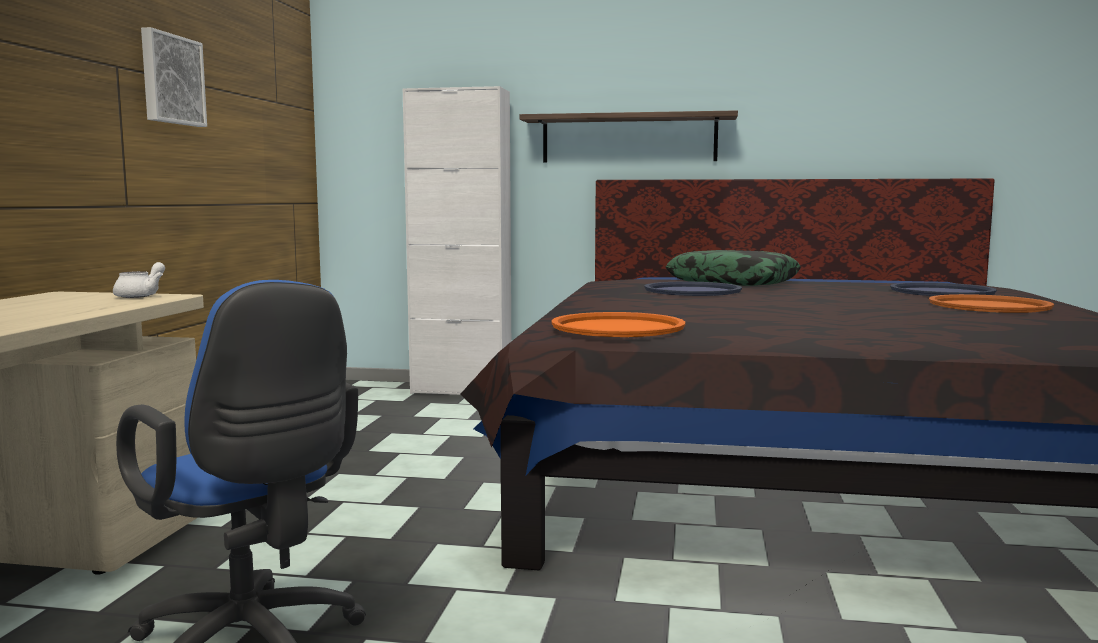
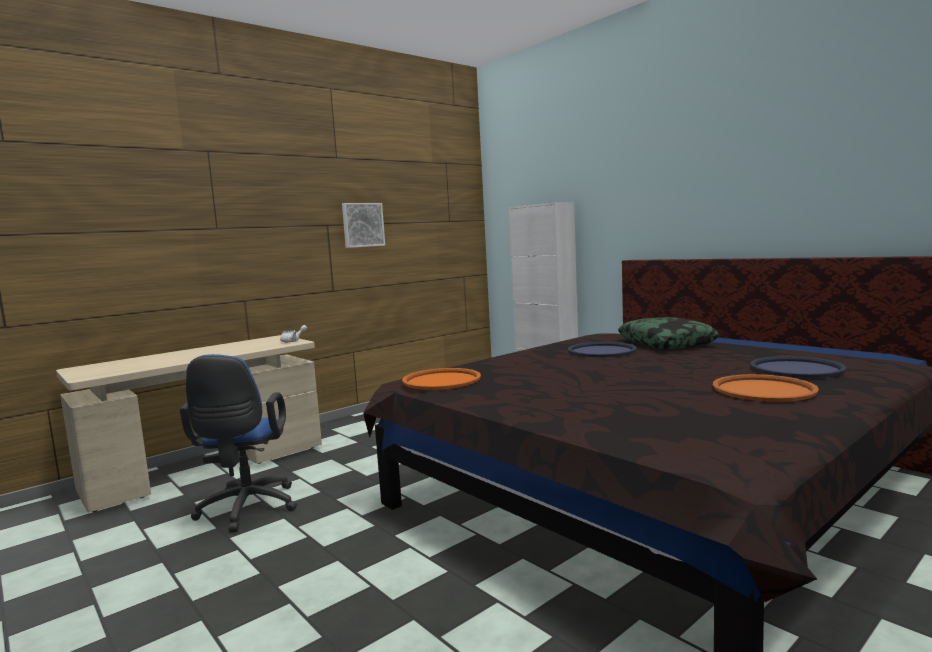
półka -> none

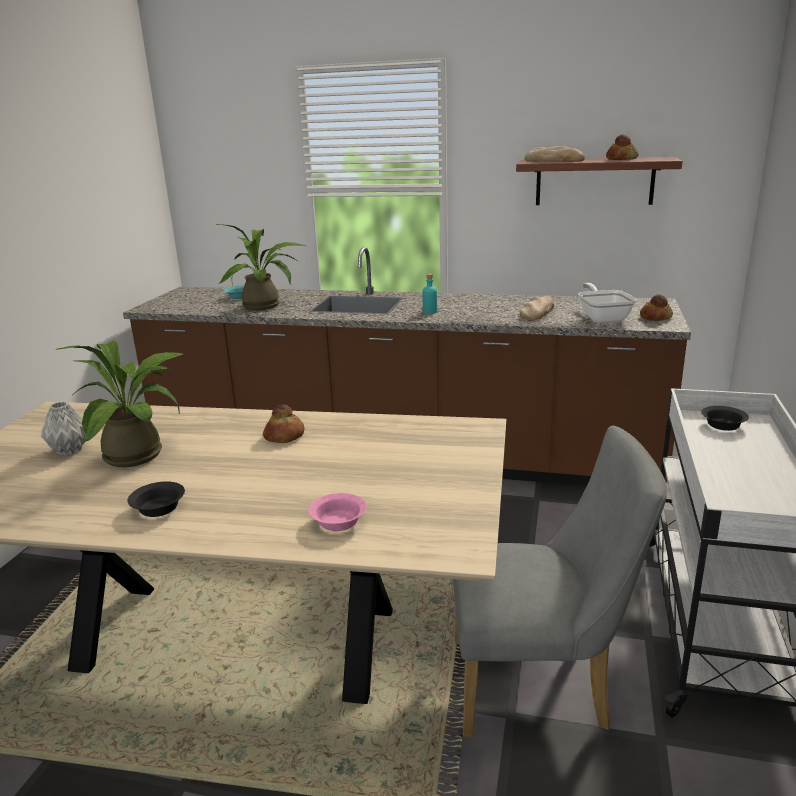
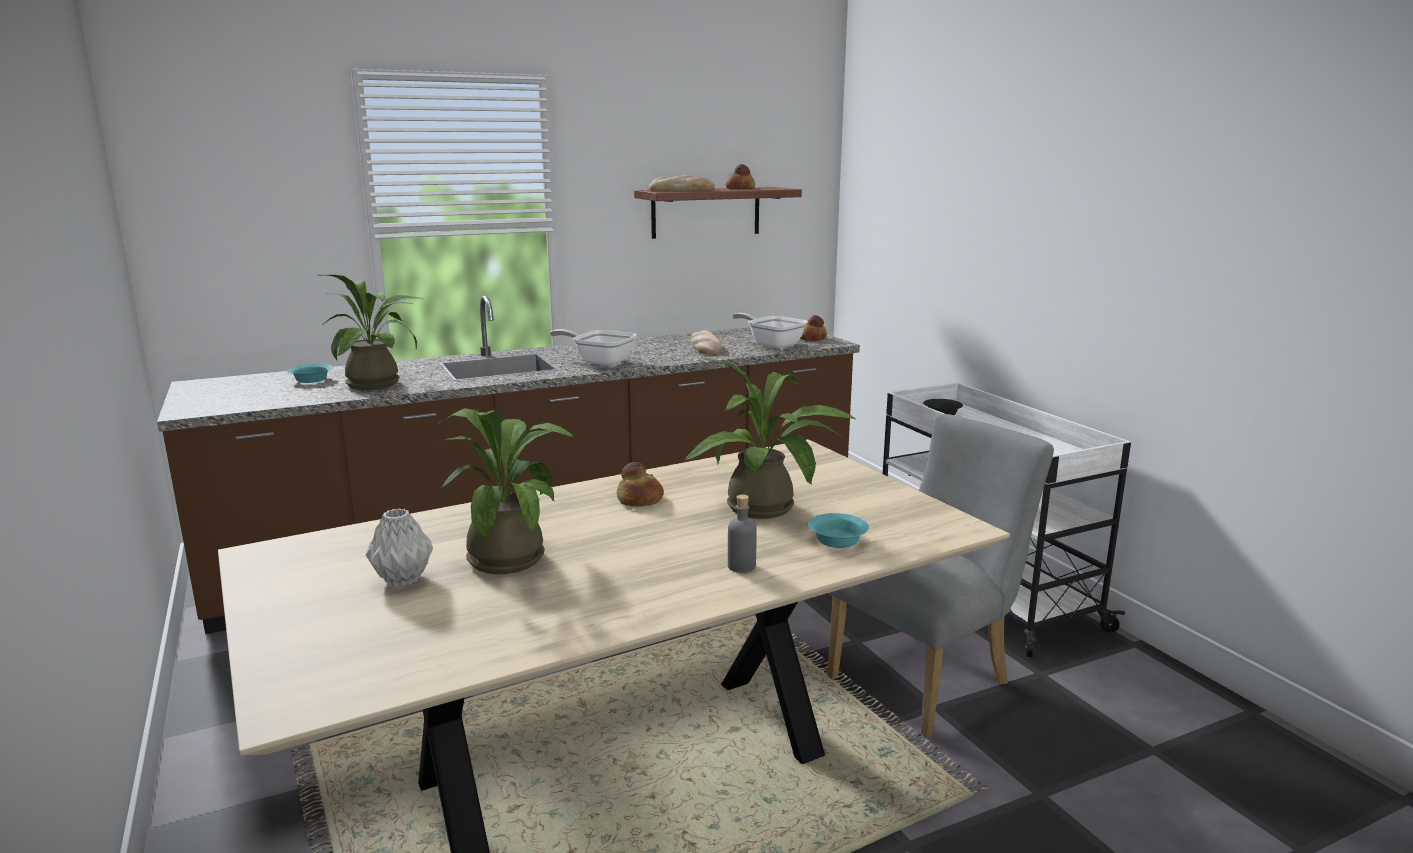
miska (czarny) (no. 1 from left) -> none
miska (różowy) -> miska (turkusowy) (no. 2 from left)
butelka (turkusowy) -> patelnia (no. 1 from left)
none -> roślina doniczkowa (no. 3 from left)
none -> butelka (szary)

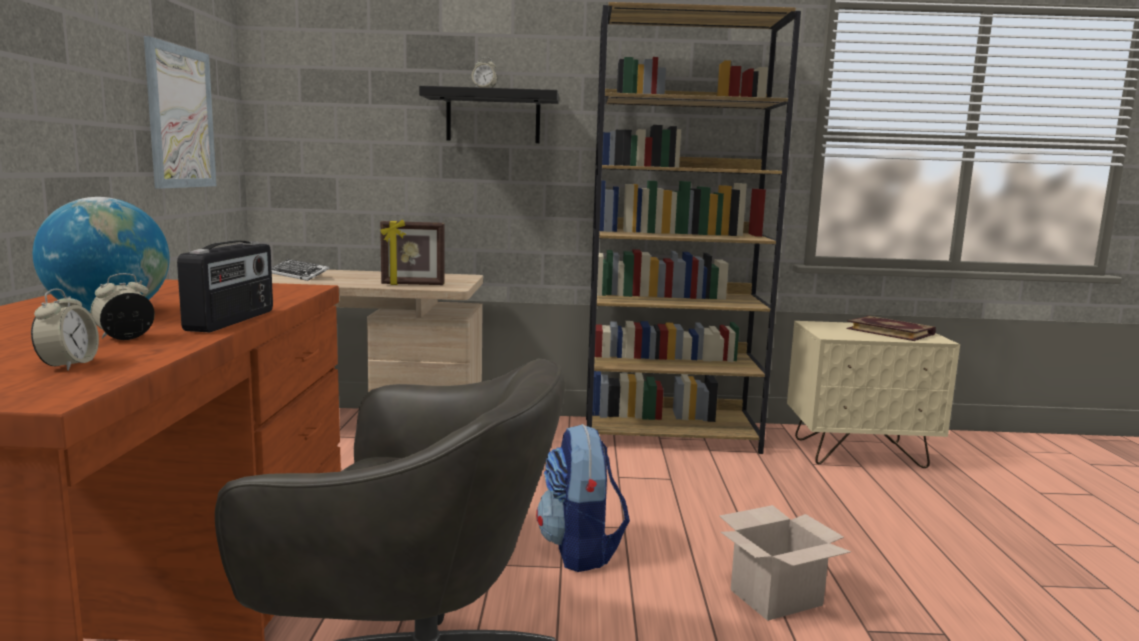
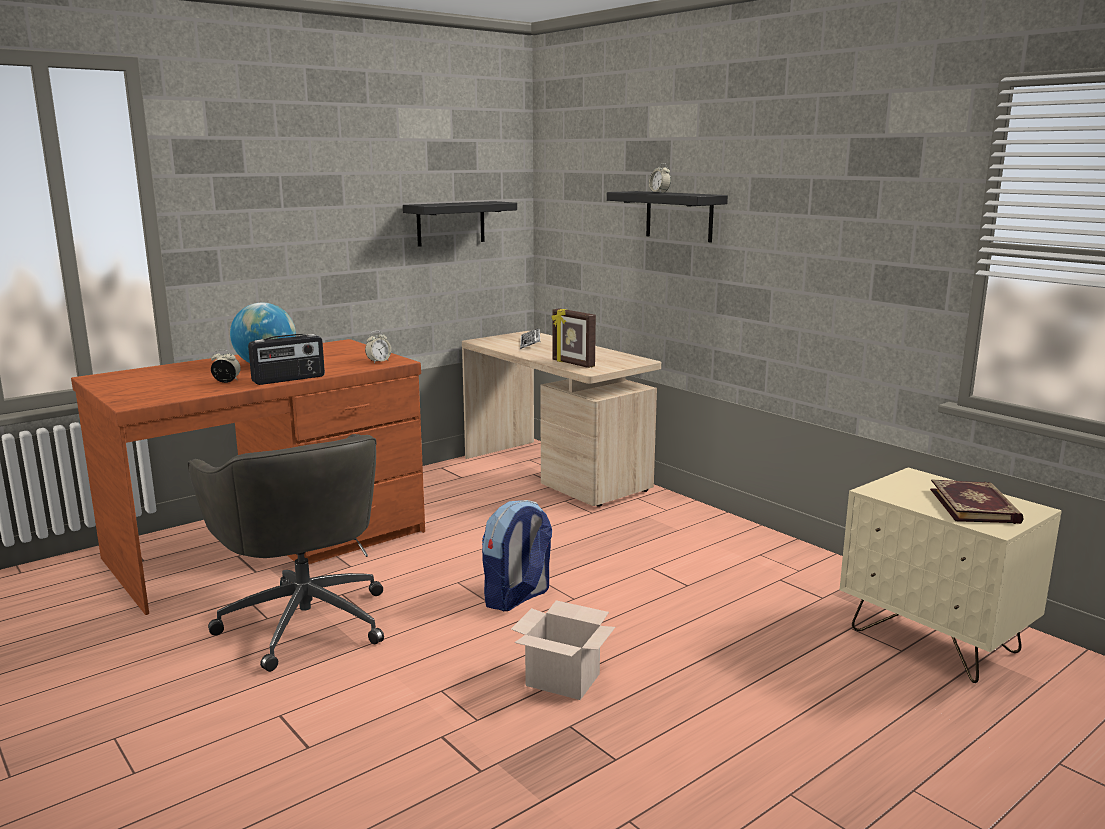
budzik (no. 1 from left in the first image) -> budzik (no. 2 from left), shifted
obraz -> półka (czarny) (no. 1 from left)
regał (brązowy) -> none

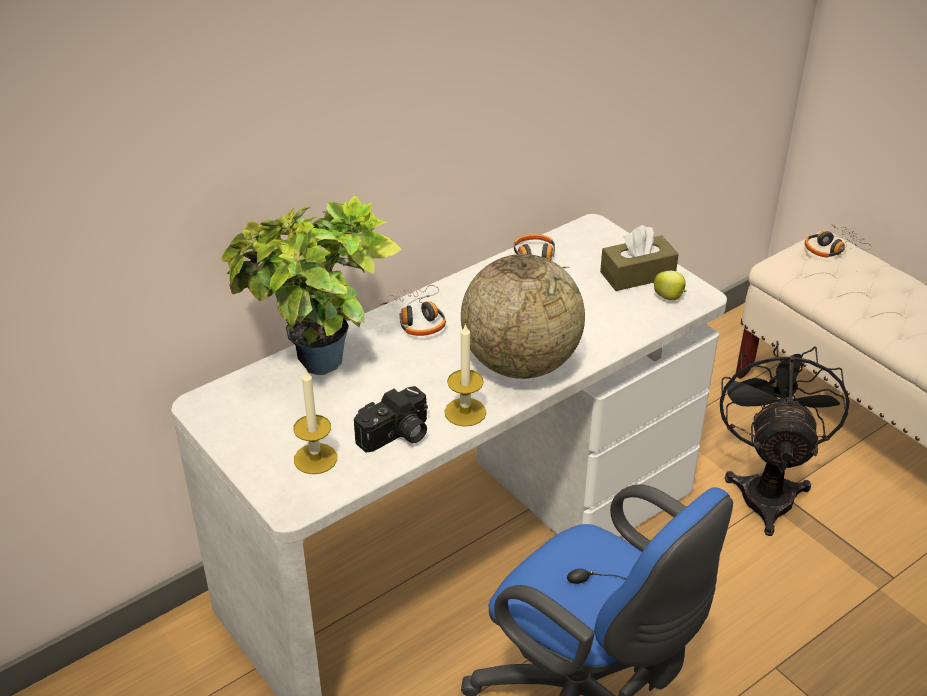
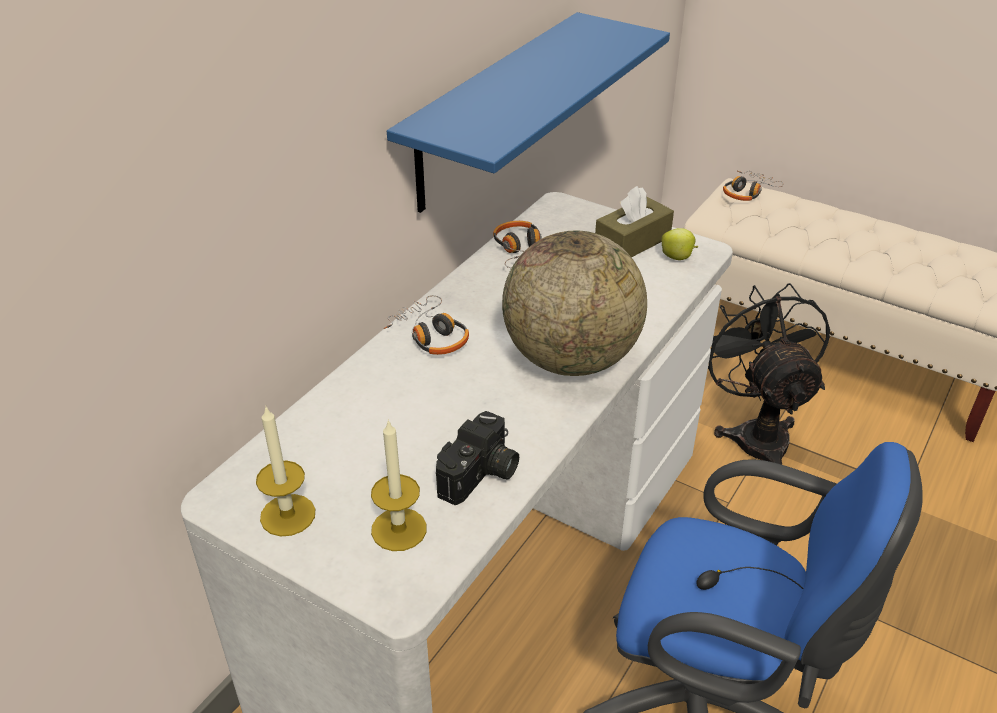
roślina doniczkowa -> none
świeca (no. 2 from left in the first image) -> świeca (no. 1 from left), shifted
none -> półka (niebieski)

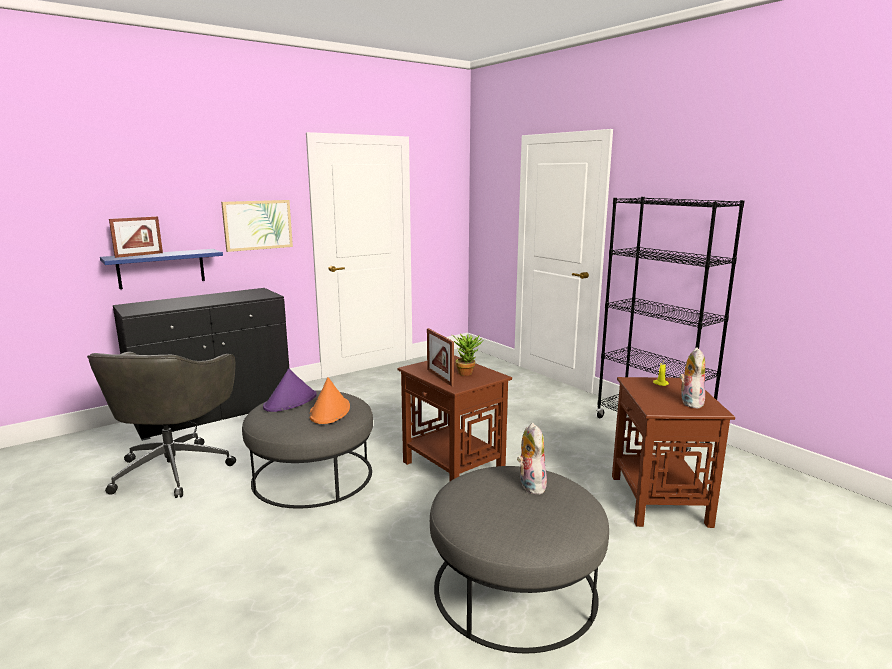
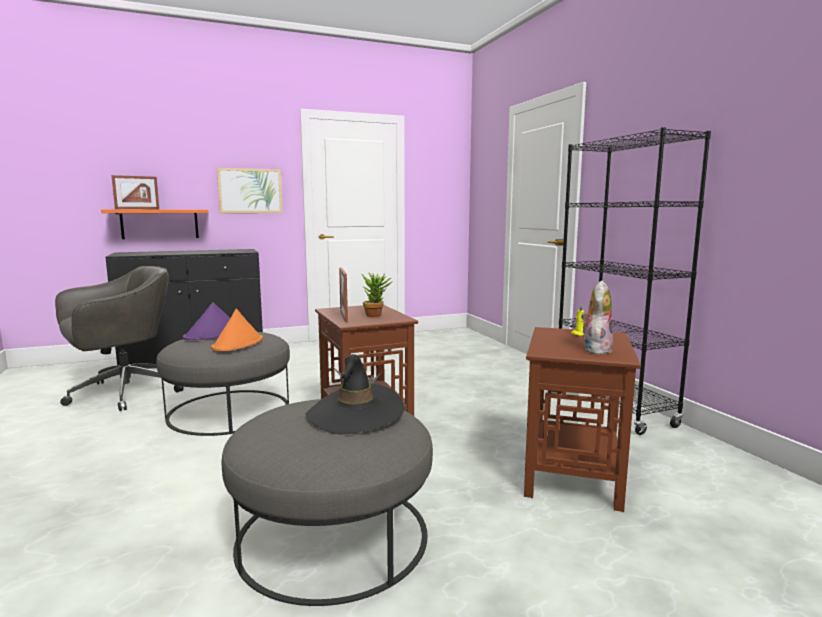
krzesło biurowe (szary), 150 degrees counterclockwise
półka (niebieski) -> półka (pomarańczowy)
pluszak (no. 1 from left) -> kapelusz (czarny)

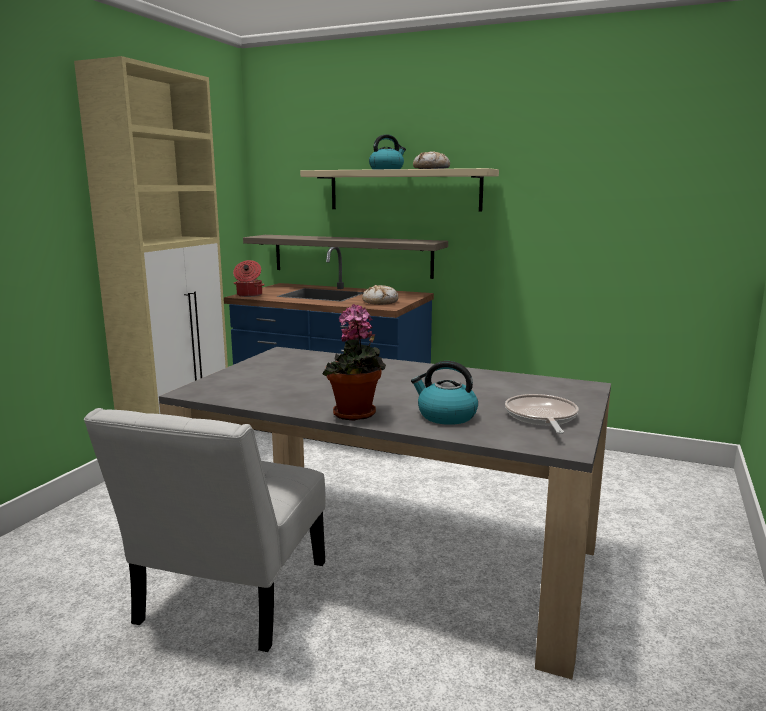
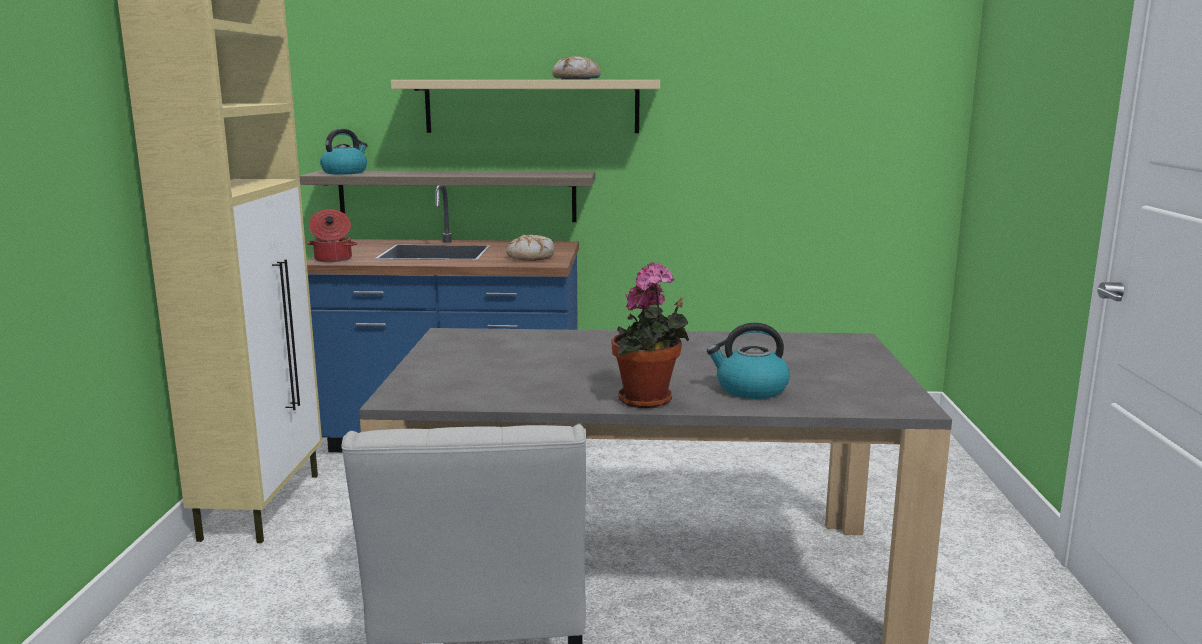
czajnik (no. 1 from left), shifted
patelnia -> none

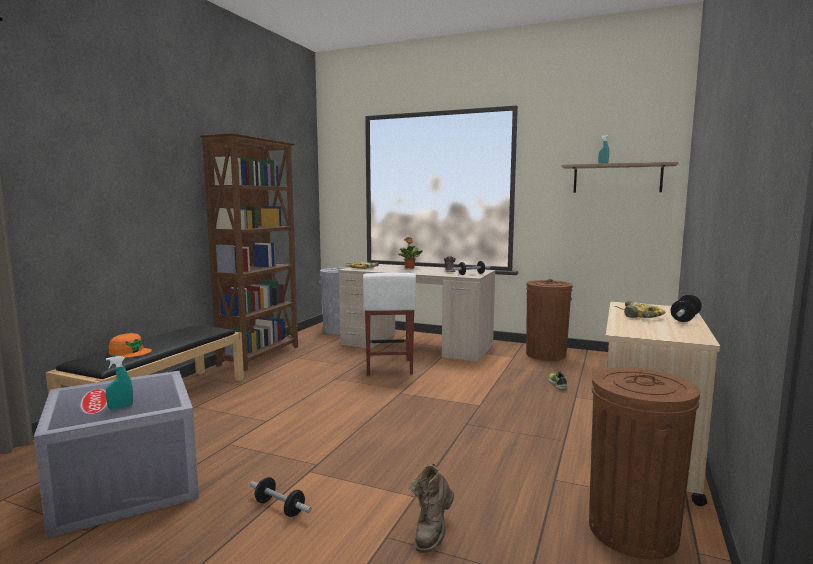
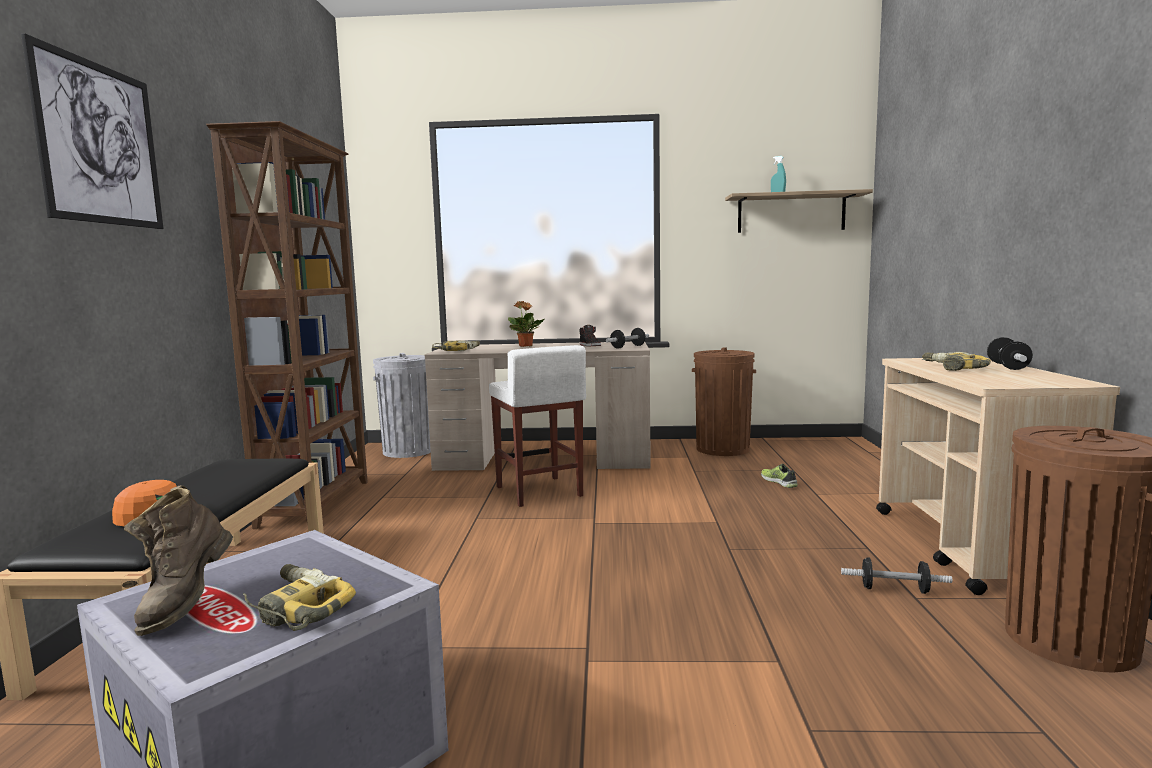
spryskiwacz (turkusowy) (no. 1 from left) -> wiertarka (no. 1 from left)
hantel (no. 1 from left in the first image) -> hantel (no. 2 from left), shifted
but z cholewką (brązowy), shifted
none -> obraz

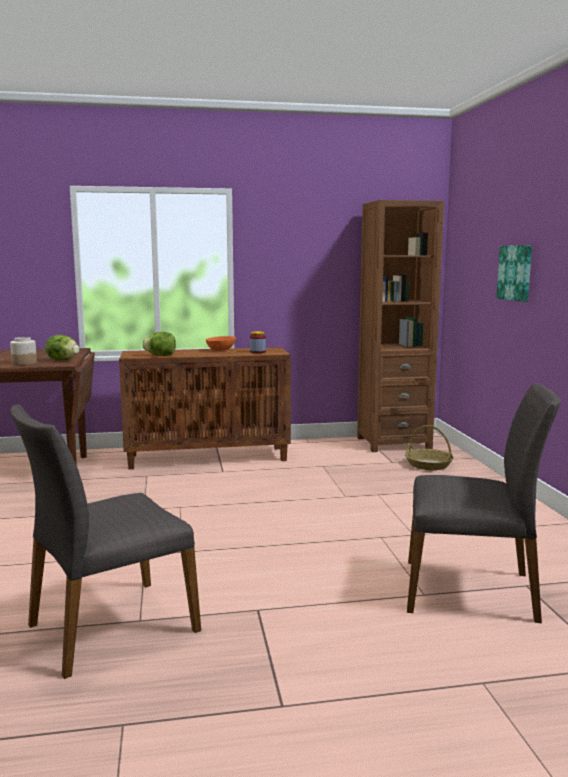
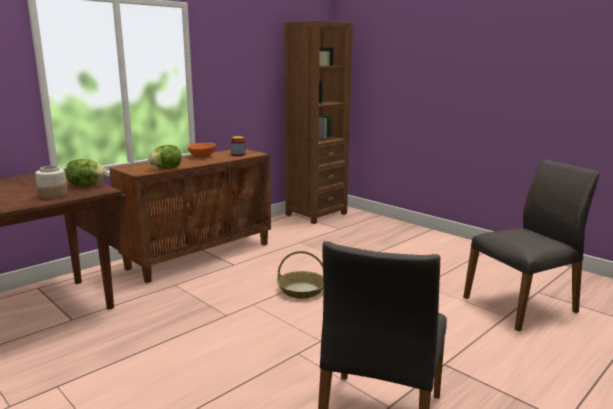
koszyk, shifted
obraz -> none

